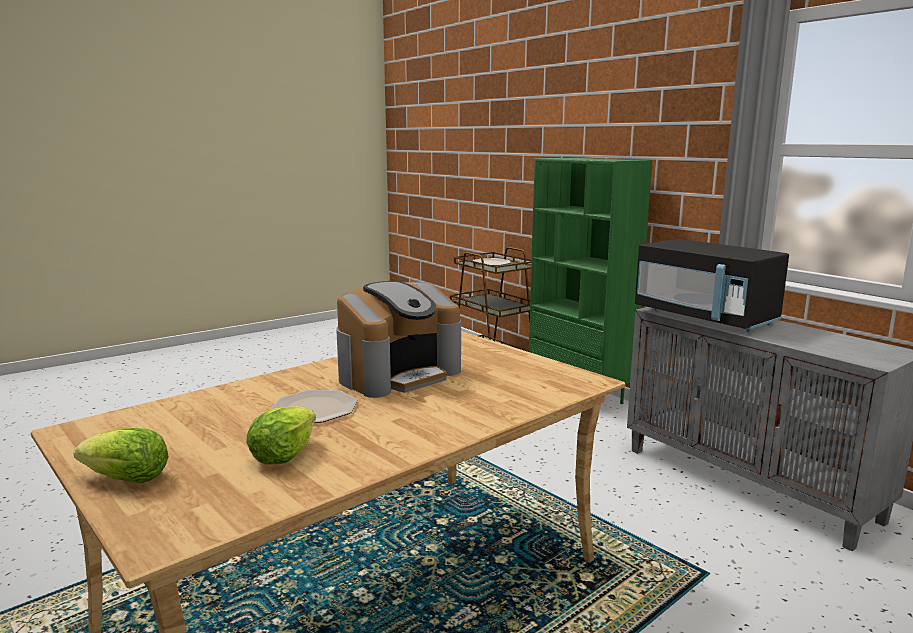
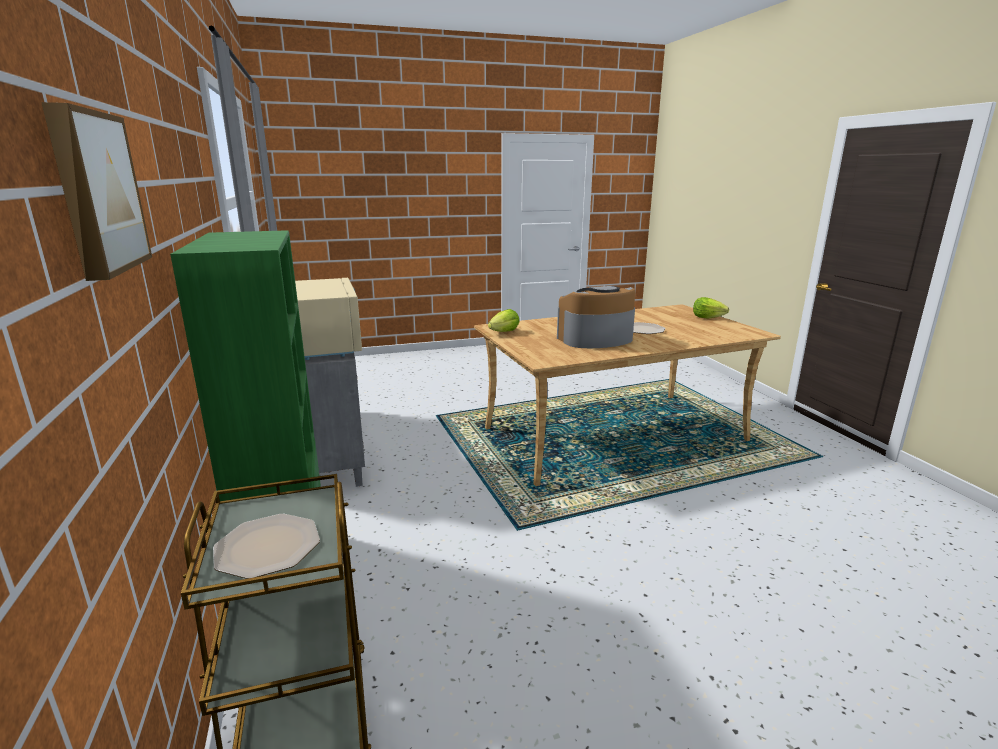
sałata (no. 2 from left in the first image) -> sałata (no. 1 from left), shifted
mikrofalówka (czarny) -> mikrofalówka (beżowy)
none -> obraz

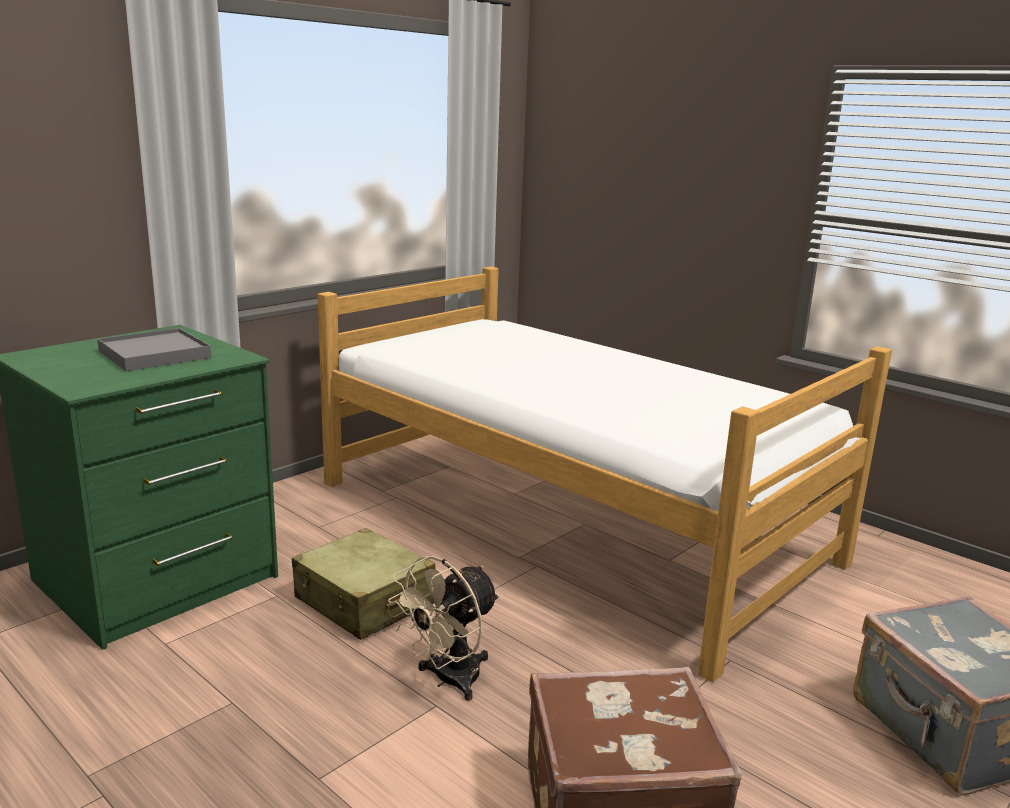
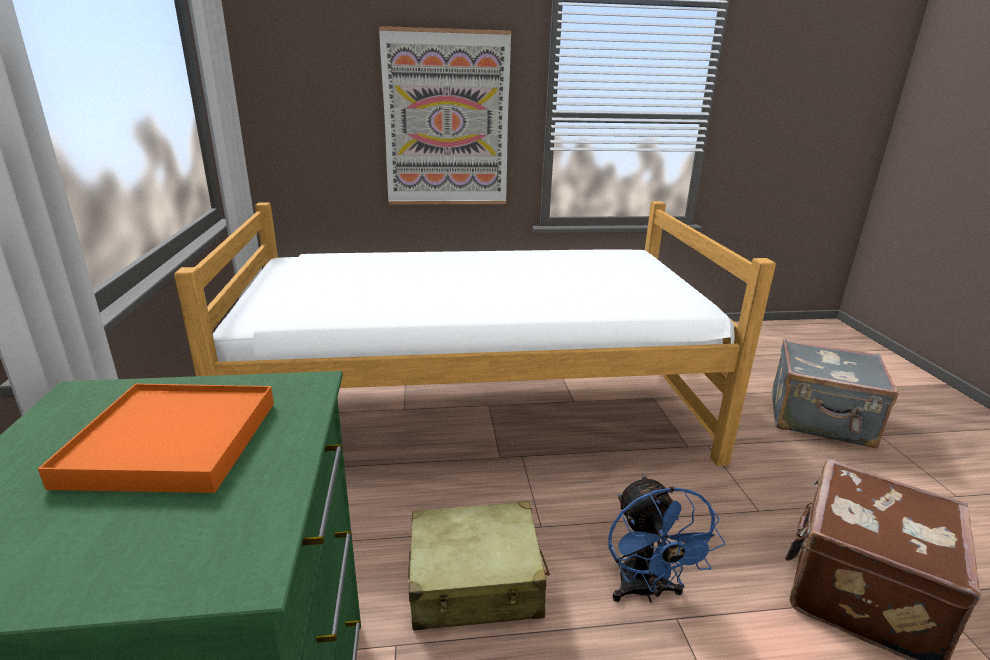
taca (szary) -> taca (pomarańczowy)
wentylator (beżowy) -> wentylator (niebieski)
none -> obraz

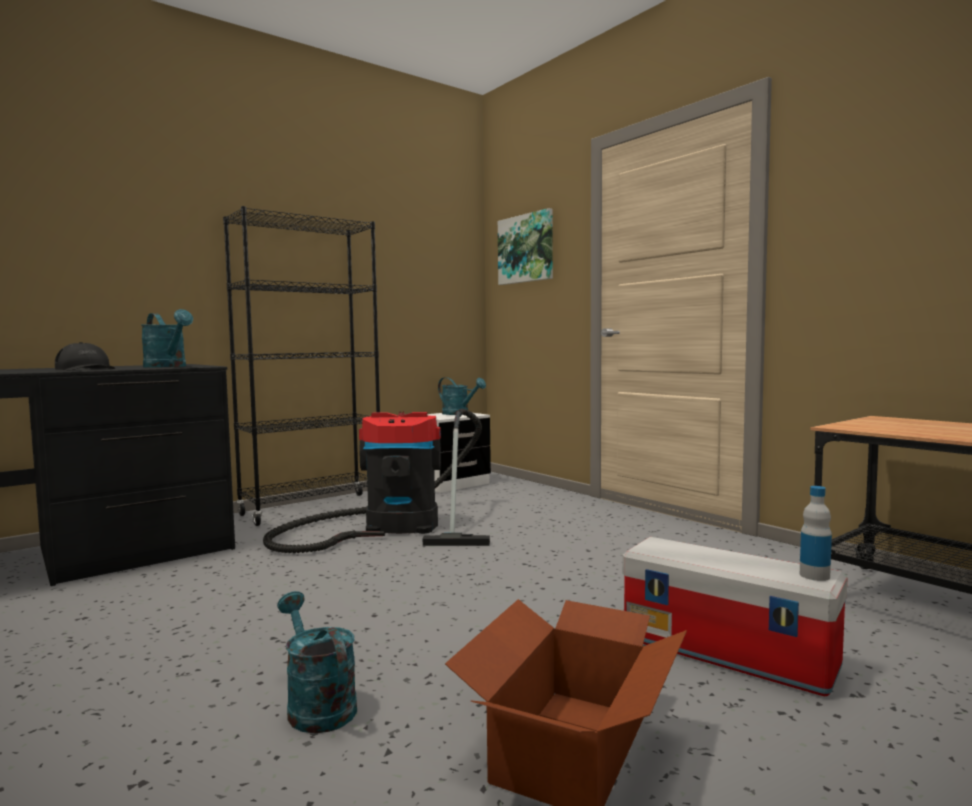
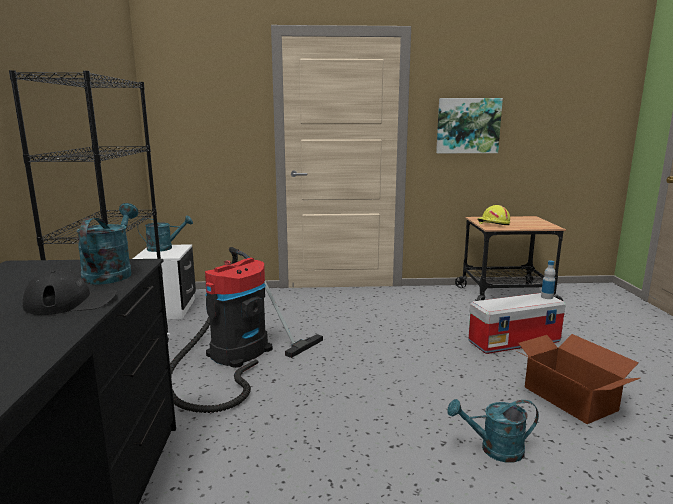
konewka (turkusowy) (no. 1 from left), 75 degrees counterclockwise
obraz, shifted
none -> kask (żółty)

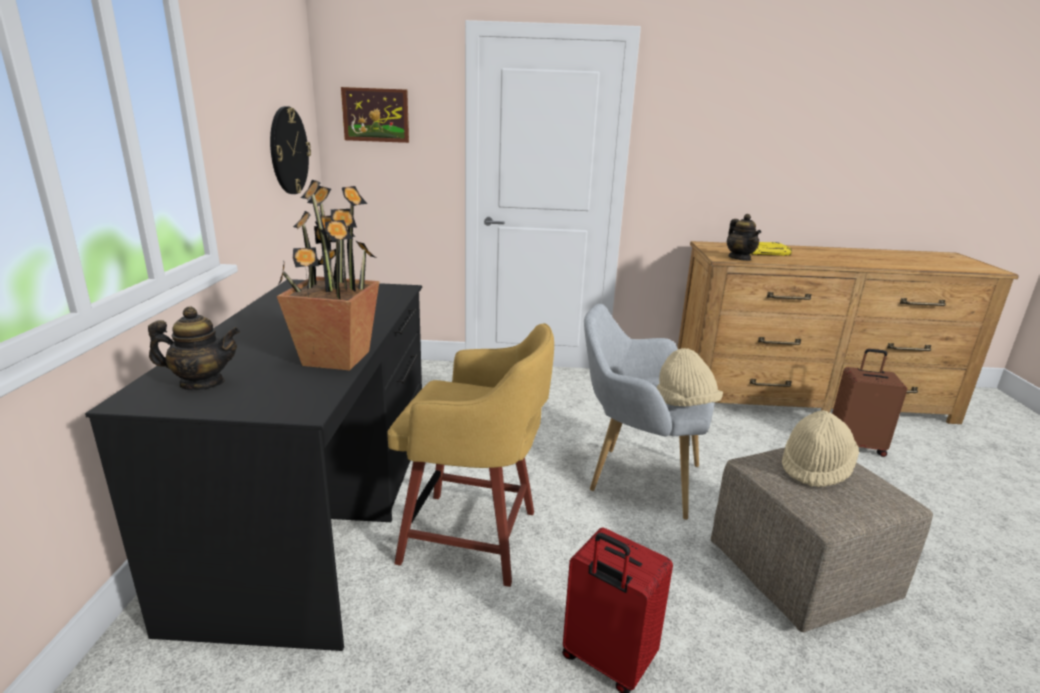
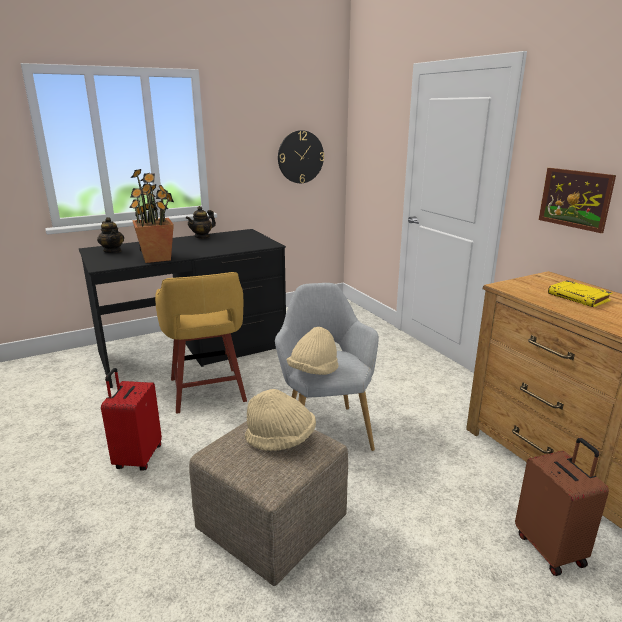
obraz, shifted
imbryk (no. 2 from left), shifted

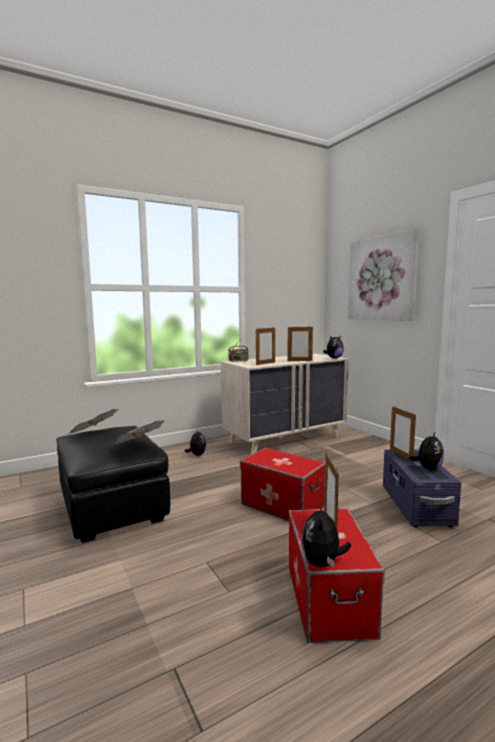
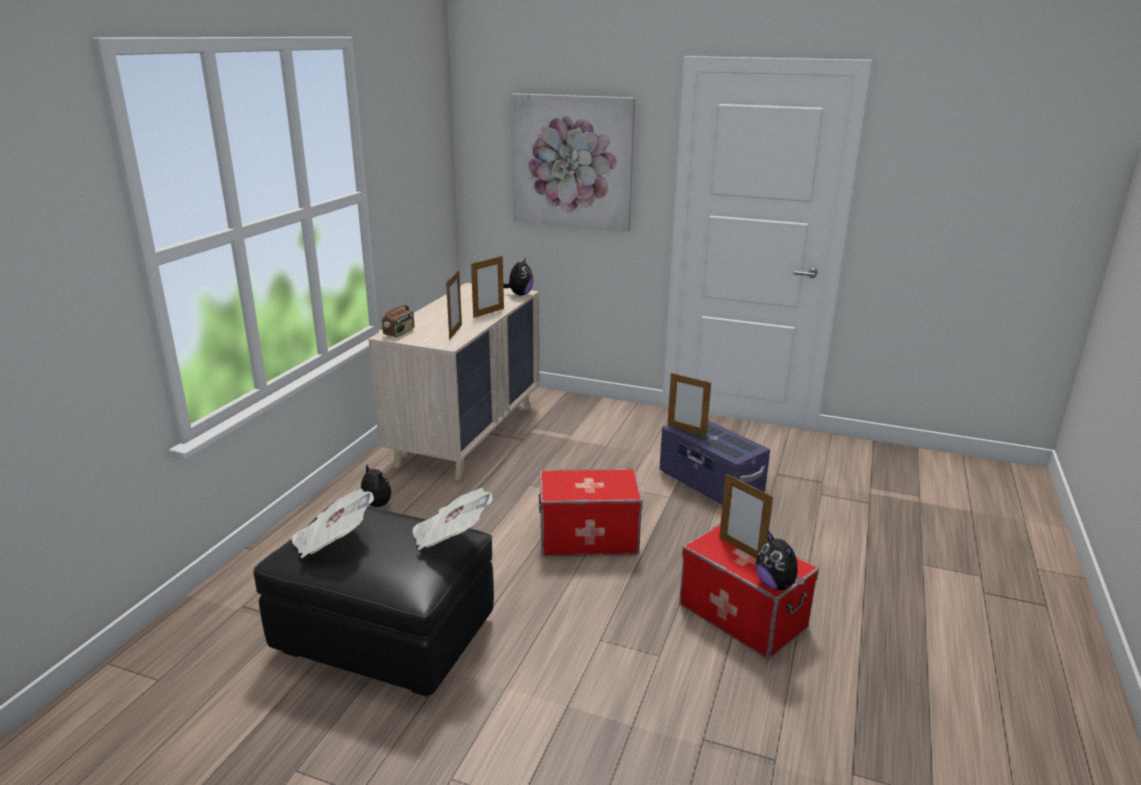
pluszak (no. 4 from left) -> none

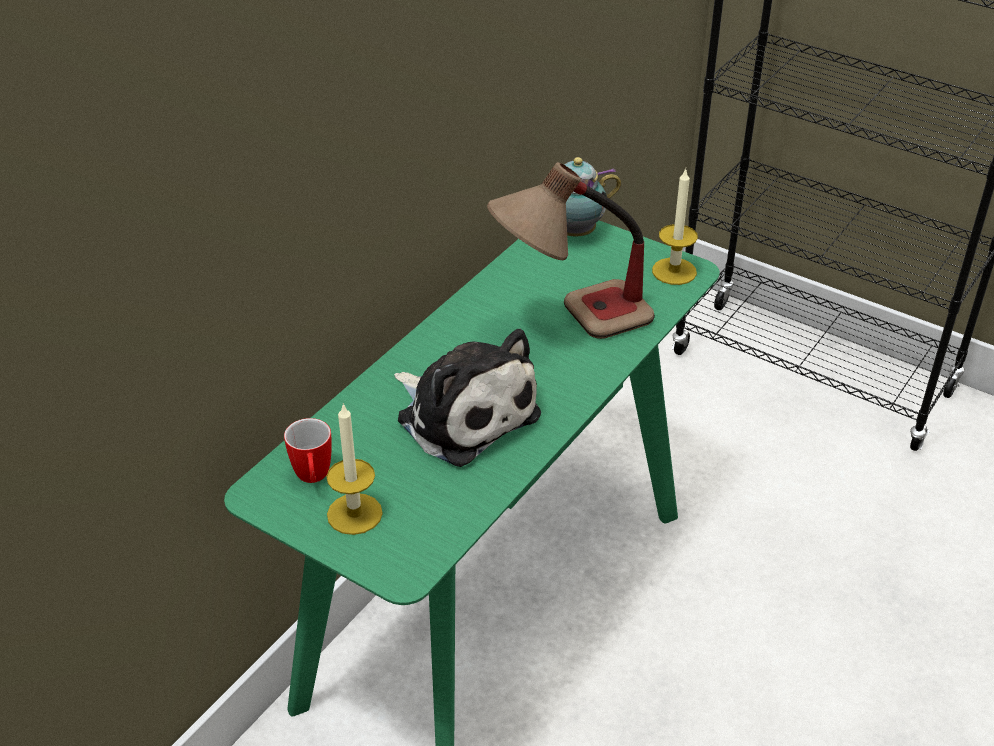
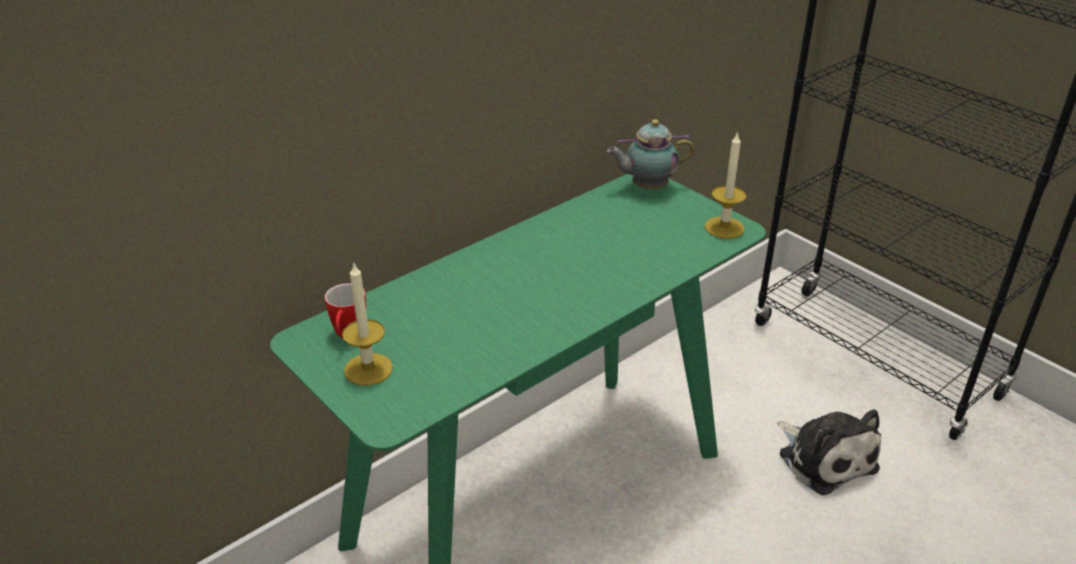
pluszak, shifted
lampa stołowa -> none

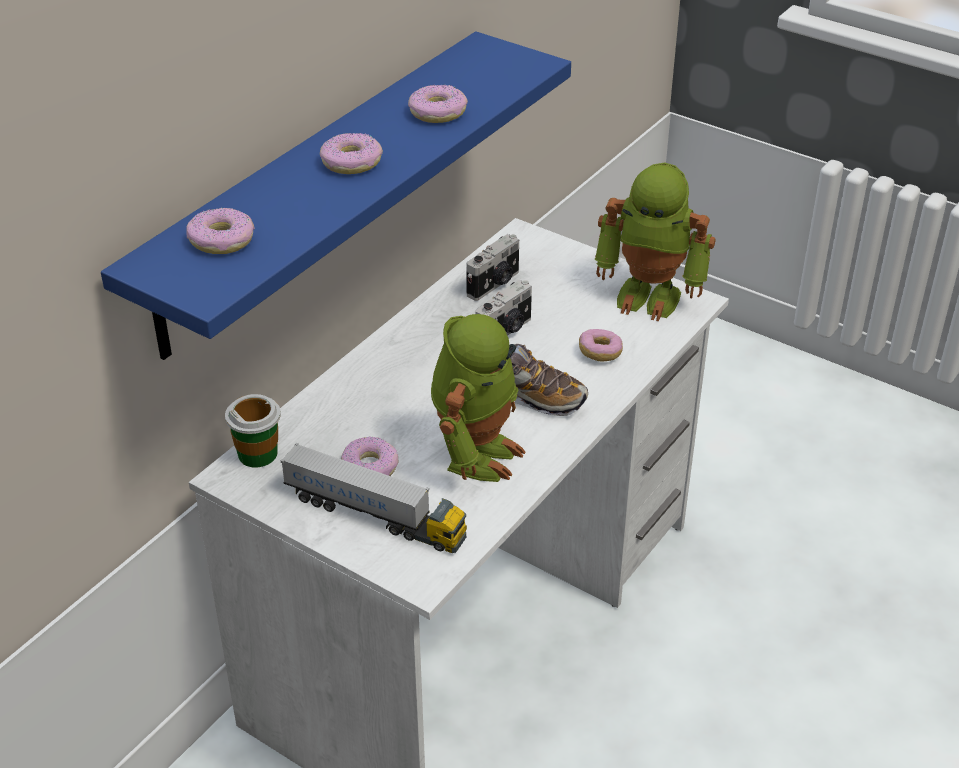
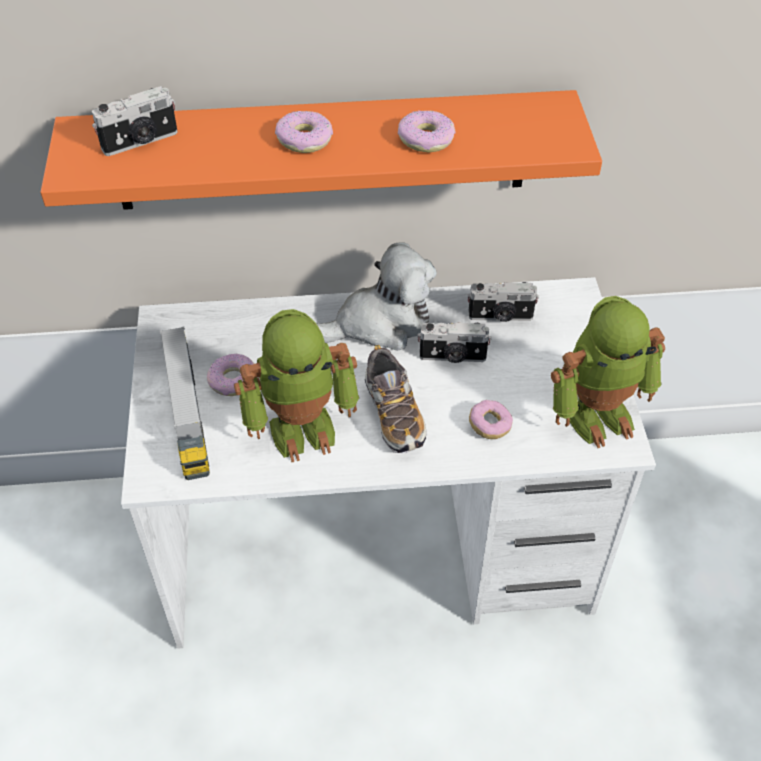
półka (niebieski) -> półka (pomarańczowy)
donut (no. 1 from left) -> aparat fotograficzny (no. 1 from left)
filiżanka -> none
robot zabawkowy (no. 2 from left), 90 degrees counterclockwise
none -> pluszak

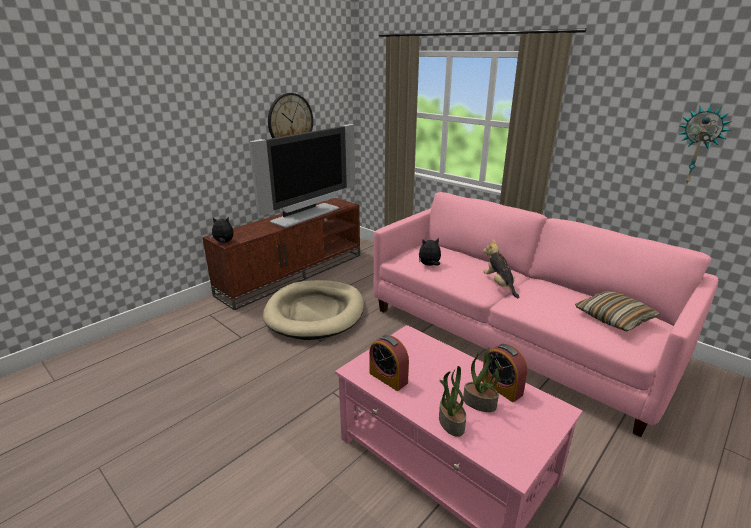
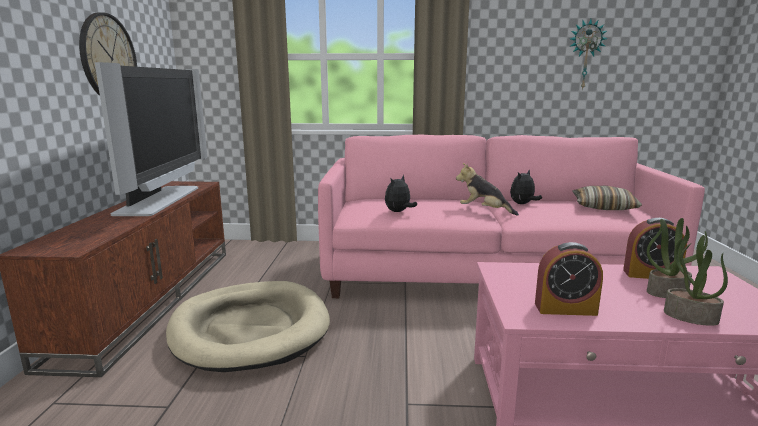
pluszak (no. 1 from left in the first image) -> pluszak (no. 3 from left), shifted

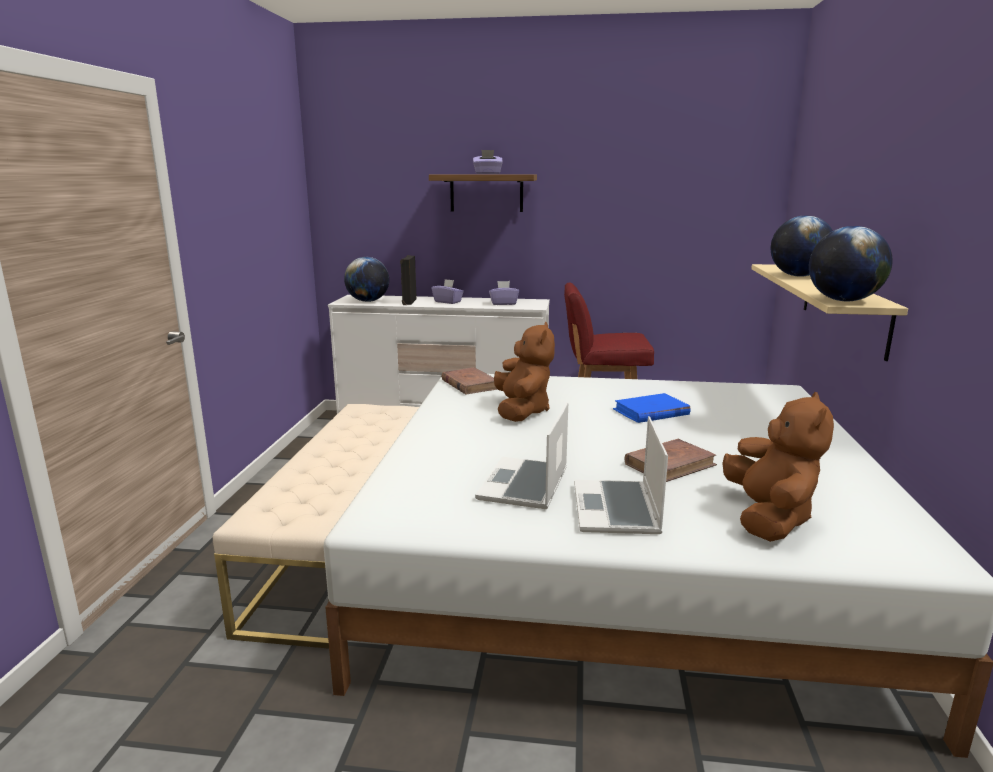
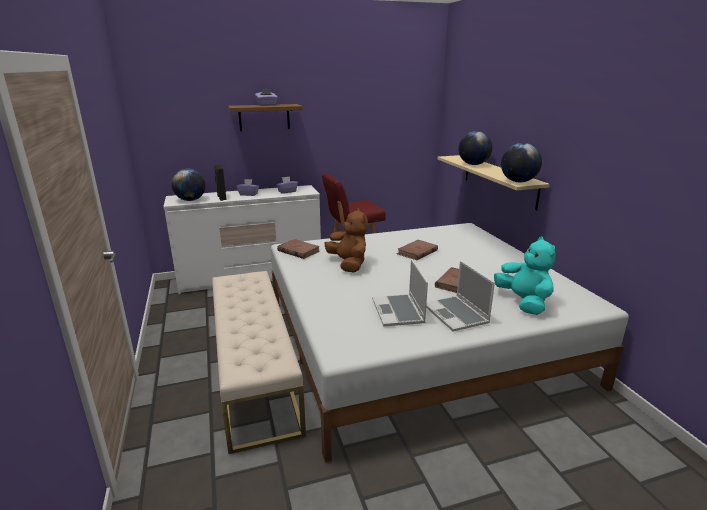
książka (niebieski) -> książka (brązowy) (no. 2 from left)
pluszak (brązowy) (no. 2 from left) -> pluszak (turkusowy)

